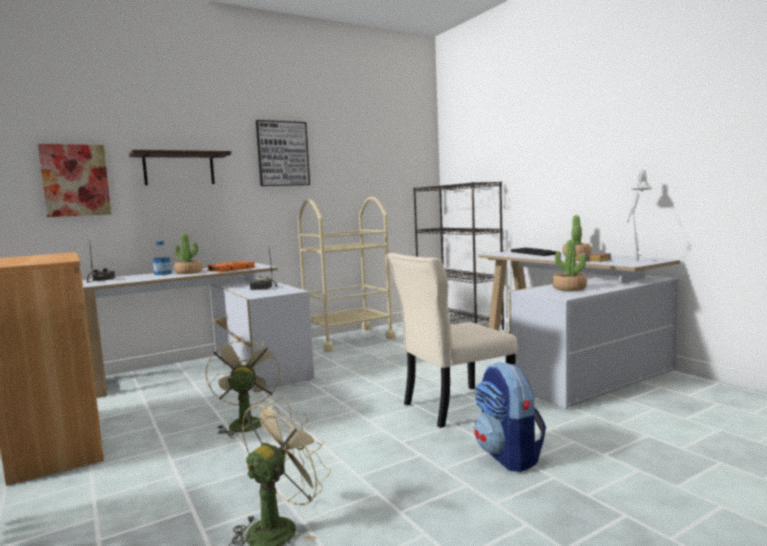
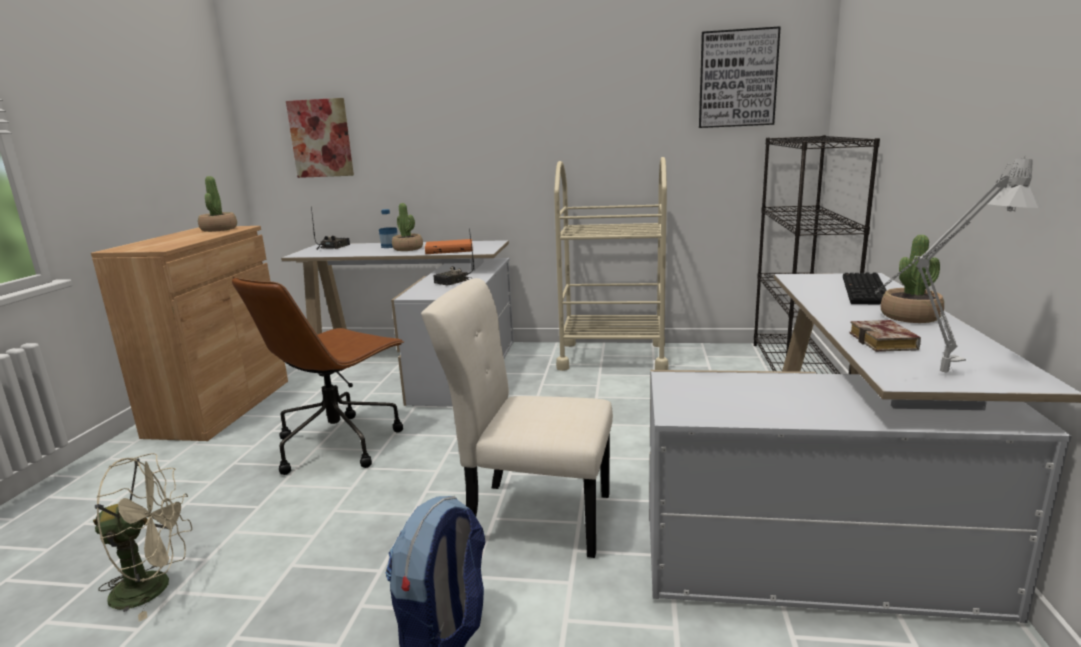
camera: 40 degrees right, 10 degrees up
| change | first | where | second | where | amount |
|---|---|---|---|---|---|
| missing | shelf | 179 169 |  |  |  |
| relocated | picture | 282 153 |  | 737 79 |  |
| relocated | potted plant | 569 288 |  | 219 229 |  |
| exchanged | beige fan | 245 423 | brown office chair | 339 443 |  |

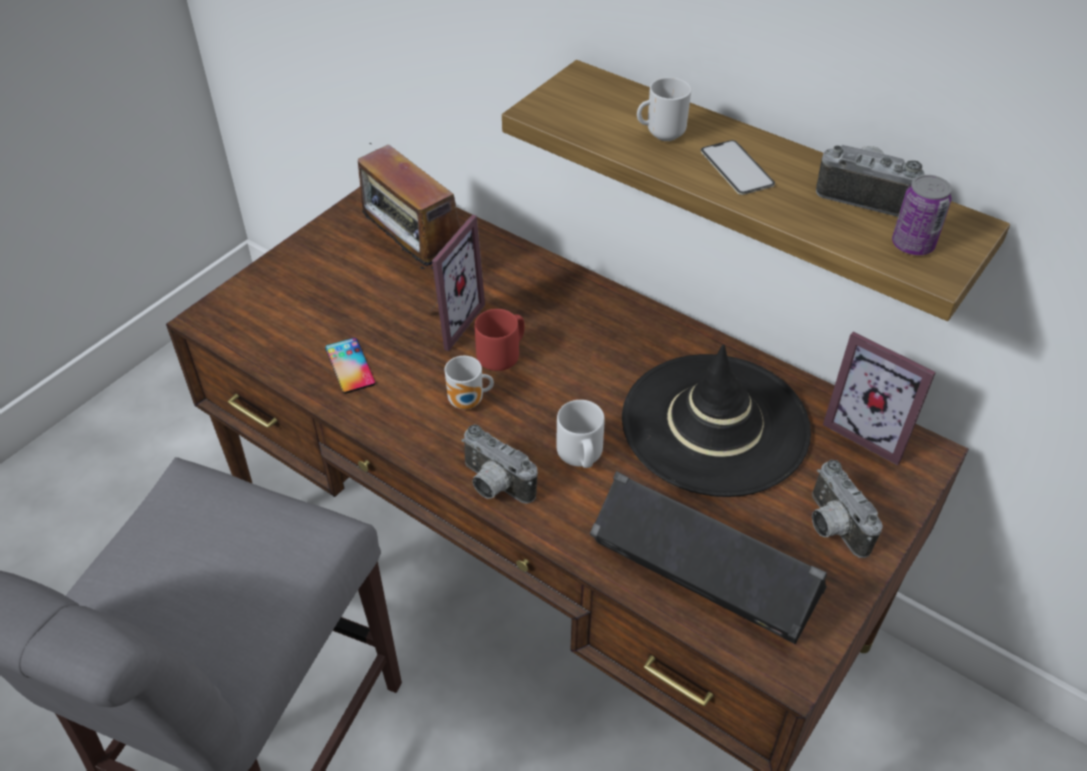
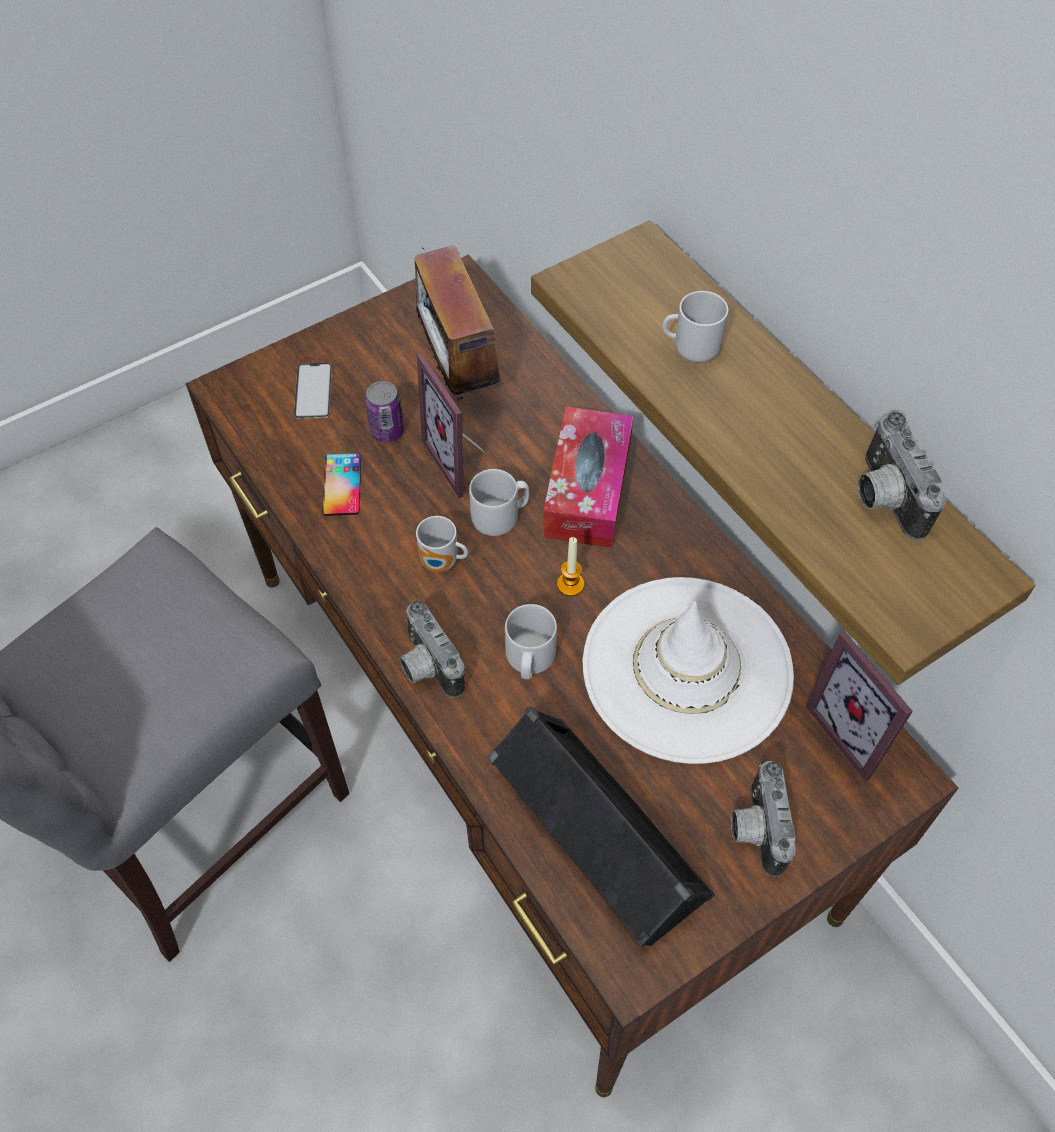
camera: 20 degrees right, 10 degrees up
| change | first | where | second | where | amount |
|---|---|---|---|---|---|
| appeared |  |  | tissue box | 587 489 |  |
| appeared |  |  | candle | 570 584 |  |
| relocated | phone | 736 168 |  | 313 391 |  |
| relocated | can | 912 245 |  | 387 431 |  |
| colour | red mug | 502 354 | grey mug | 500 516 |  |
| colour | black hat | 715 424 | white hat | 687 669 |  |
| spun | picture frame | 448 321 |  | 461 460 | 105 degrees clockwise |
| spun | photo camera | 866 195 |  | 882 498 | 150 degrees counterclockwise |

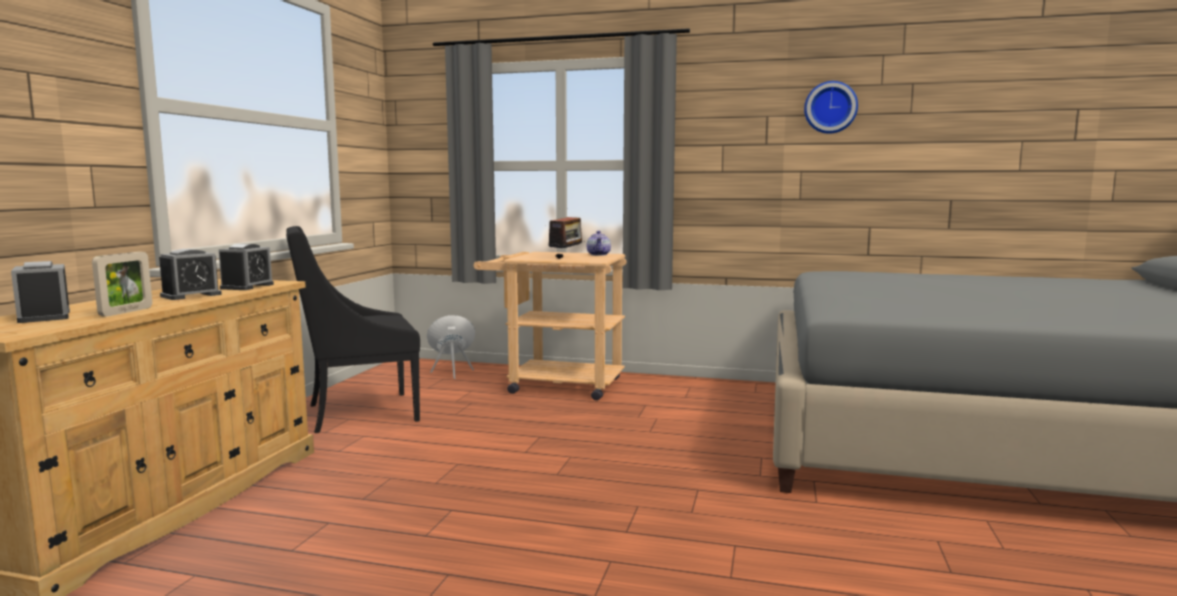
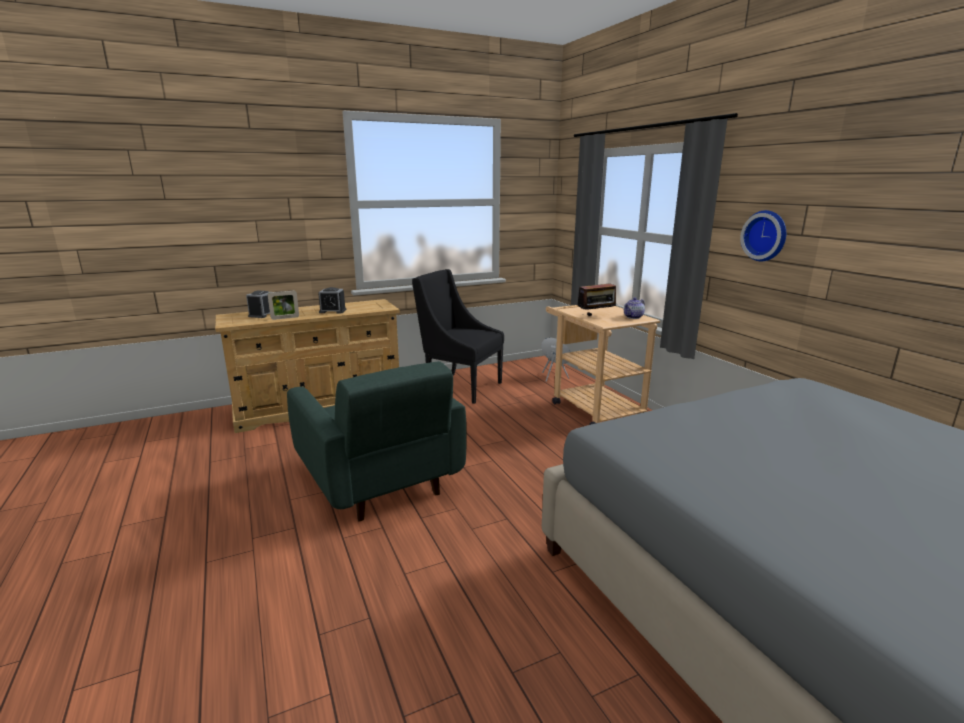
camera: 50 degrees right, 10 degrees up
| change | first | where | second | where | amount |
|---|---|---|---|---|---|
| missing | alarm clock | 247 286 |  |  |  |
| appeared |  |  | green armchair | 379 481 |  |
| relocated | wall clock | 830 107 |  | 766 236 |  |

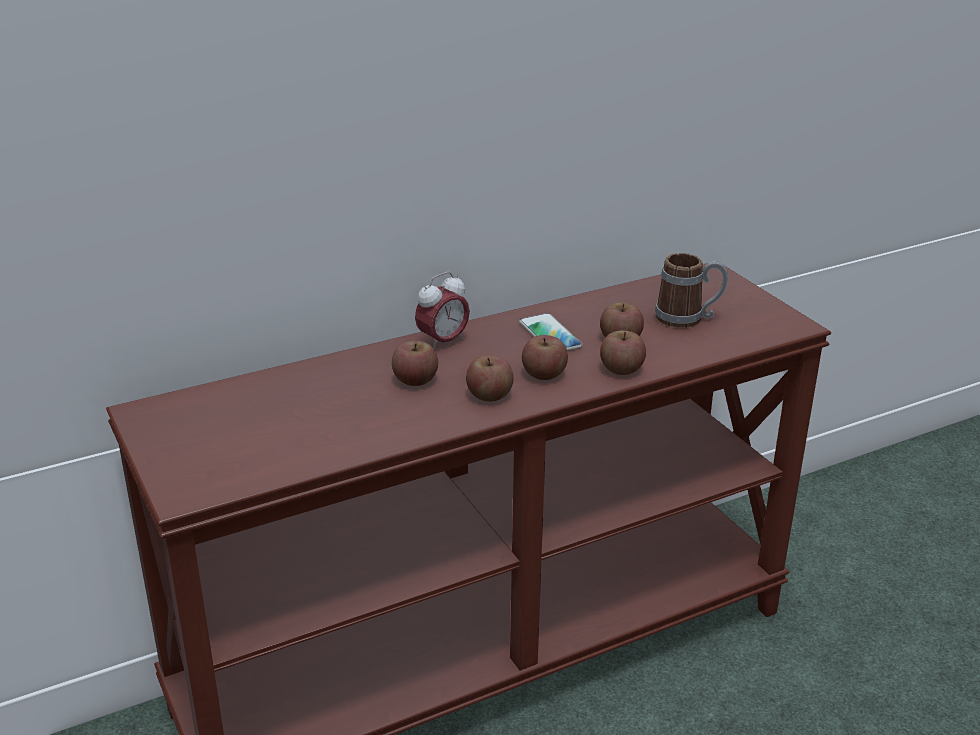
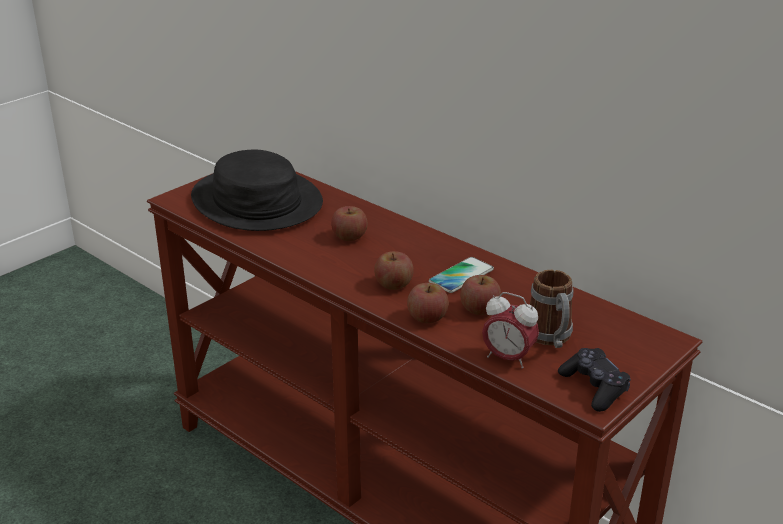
camera: 70 degrees right, 0 degrees up
| change | first | where | second | where | amount |
|---|---|---|---|---|---|
| missing | apple | 489 395 |  |  |  |
| appeared |  |  | black hat | 256 202 |  |
| appeared |  |  | black game controller | 594 387 |  |
| relocated | alarm clock | 443 342 |  | 508 358 |  |

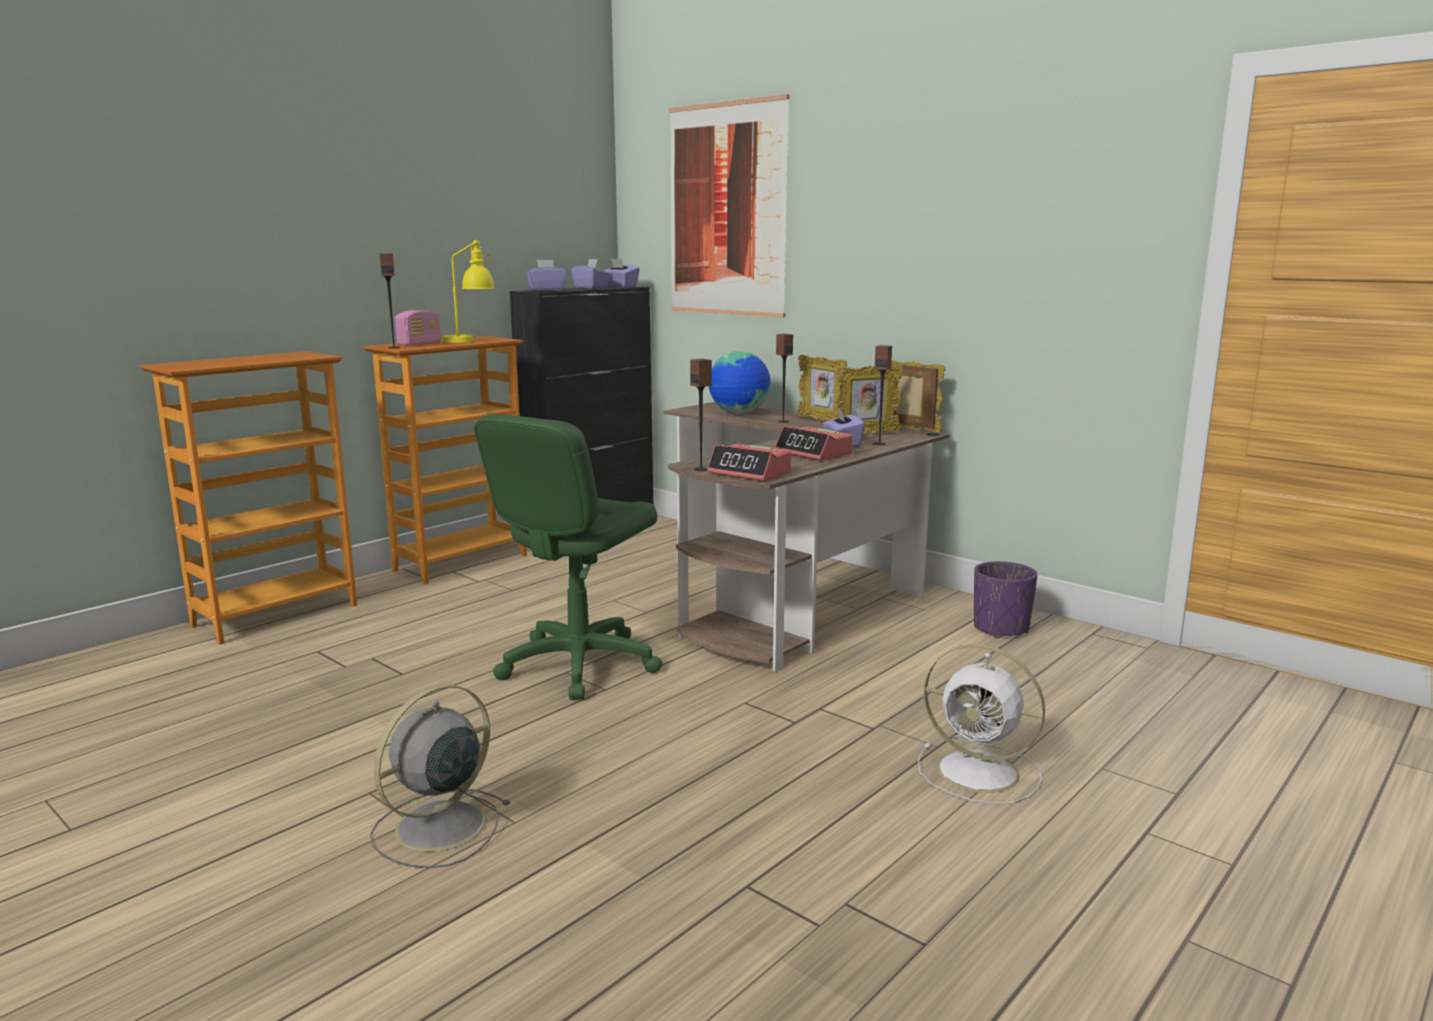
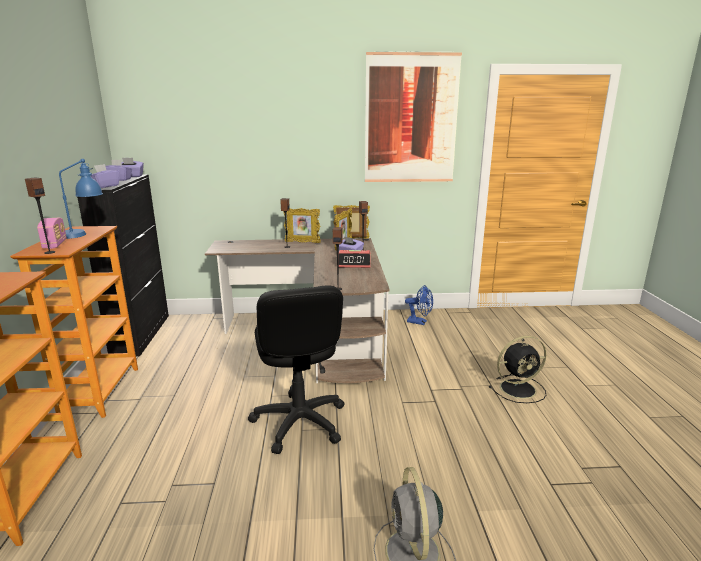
camera: 45 degrees left, 5 degrees up
| change | first | where | second | where | amount |
|---|---|---|---|---|---|
| missing | alarm clock | 750 473 |  |  |  |
| missing | globe | 739 413 |  |  |  |
| relocated | picture | 727 209 |  | 411 119 |  |
| exchanged | purple planter | 1001 628 | blue fan | 420 322 |  |
| colour | yellow table lamp | 470 341 | blue table lamp | 84 234 |  |
| colour | green office chair | 578 664 | black office chair | 299 422 |  |
| colour | white fan | 981 773 | black fan | 519 389 |  |

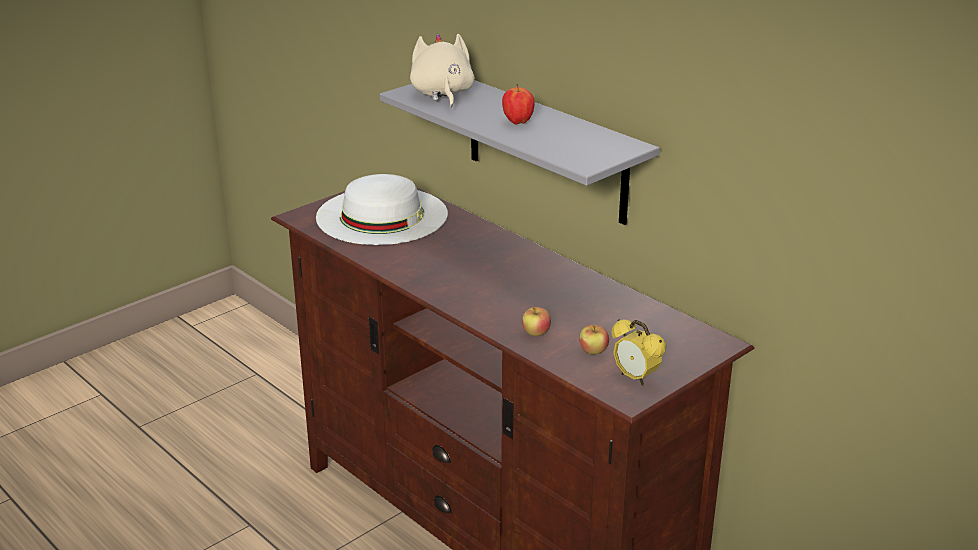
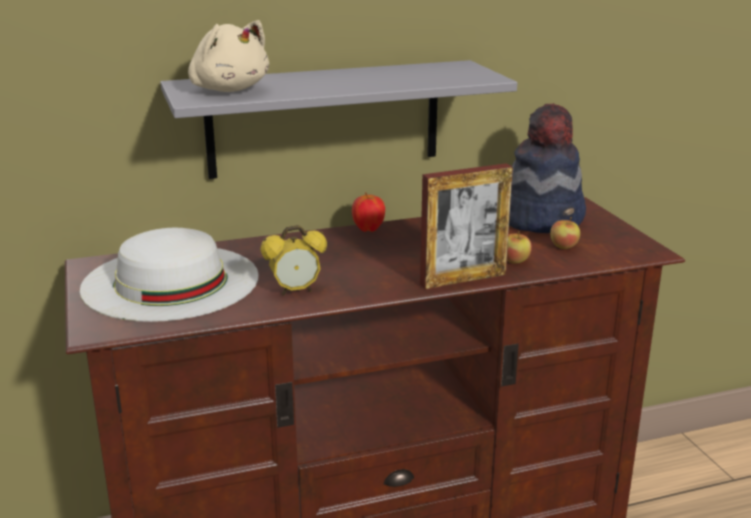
camera: 65 degrees left, 5 degrees down
| change | first | where | second | where | amount |
|---|---|---|---|---|---|
| appeared |  |  | picture frame | 463 279 |  |
| appeared |  |  | hat | 542 219 |  |
| relocated | apple | 518 122 |  | 368 229 |  |
| relocated | alarm clock | 635 378 |  | 295 291 |  |
| spun | beige plush toy | 442 94 |  | 228 89 | 150 degrees counterclockwise |

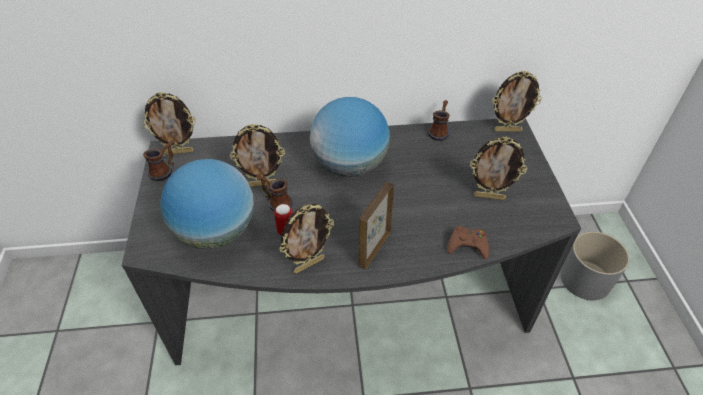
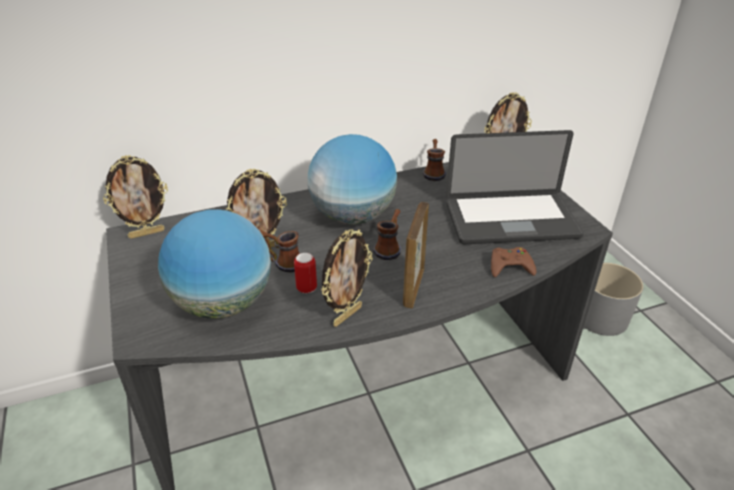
camera: 15 degrees left, 10 degrees down
| change | first | where | second | where | amount |
|---|---|---|---|---|---|
| relocated | mug | 165 170 |  | 390 248 |  |
| exchanged | picture frame | 489 196 | laptop | 511 220 |  |

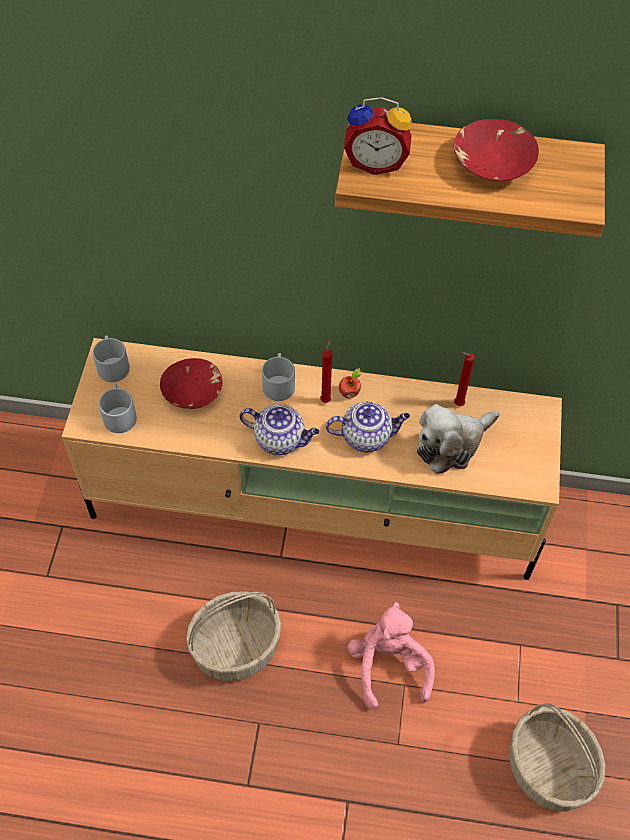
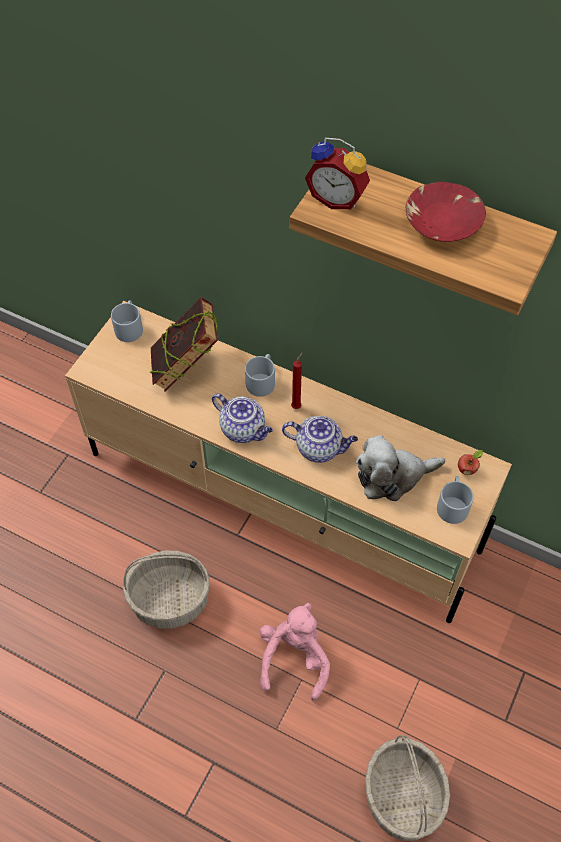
camera: 20 degrees right, 0 degrees up
| change | first | where | second | where | amount |
|---|---|---|---|---|---|
| missing | red candle | 457 404 |  |  |  |
| relocated | grey mug | 119 414 |  | 452 504 |  |
| relocated | apple | 349 393 |  | 467 470 |  |
| exchanged | red bowl | 193 391 | book | 186 368 |  |

